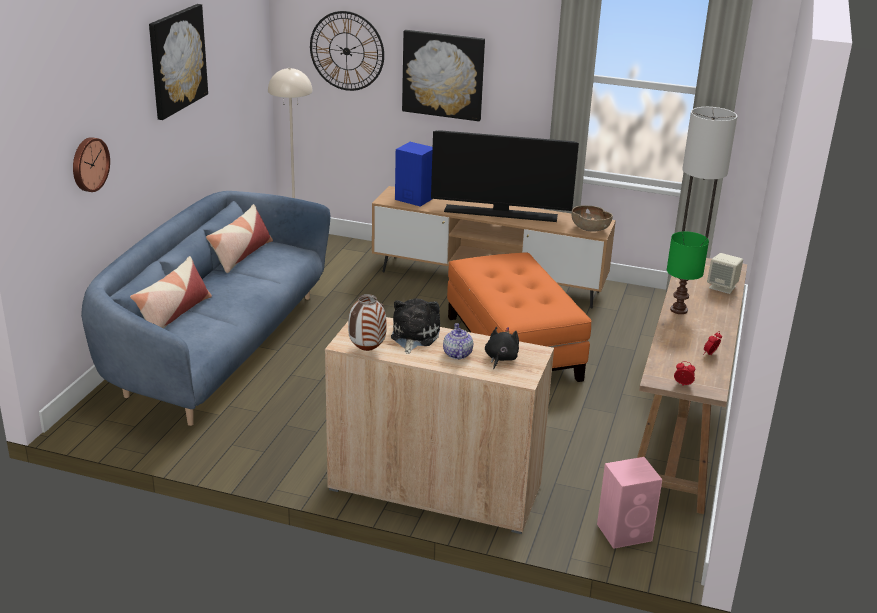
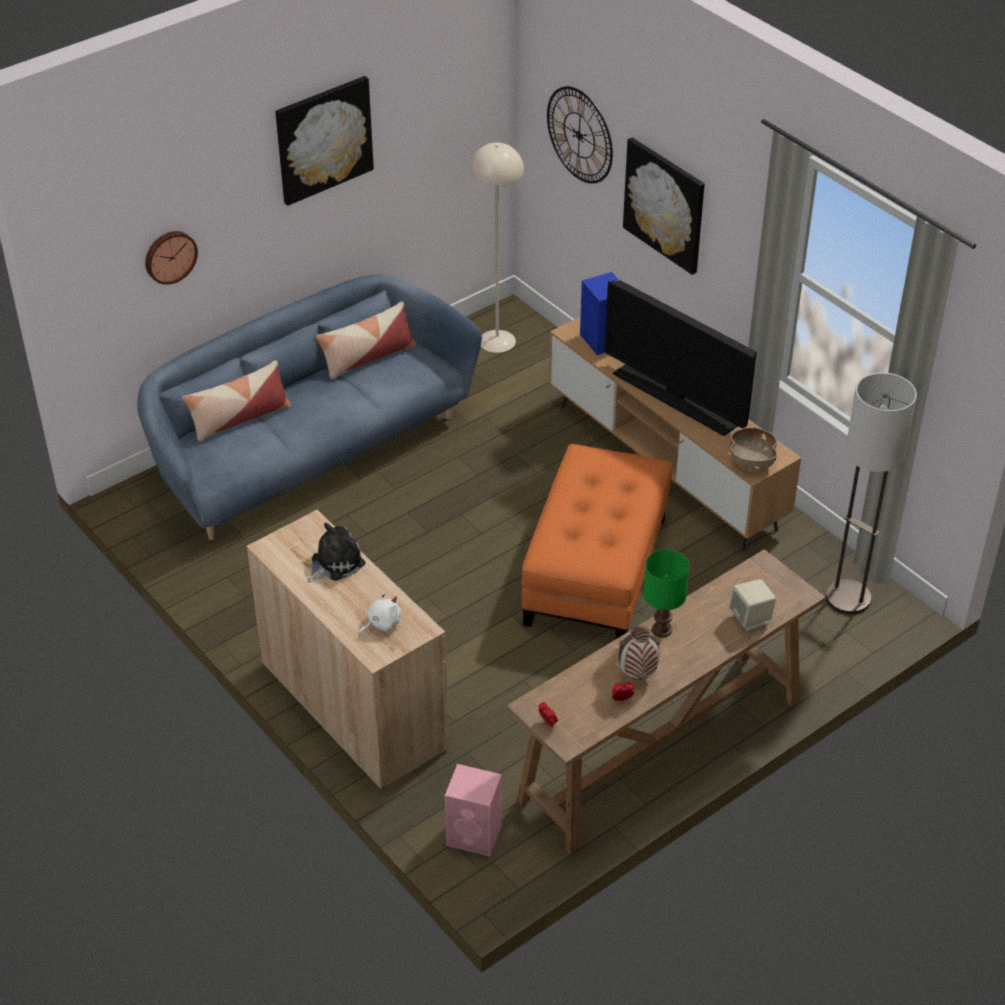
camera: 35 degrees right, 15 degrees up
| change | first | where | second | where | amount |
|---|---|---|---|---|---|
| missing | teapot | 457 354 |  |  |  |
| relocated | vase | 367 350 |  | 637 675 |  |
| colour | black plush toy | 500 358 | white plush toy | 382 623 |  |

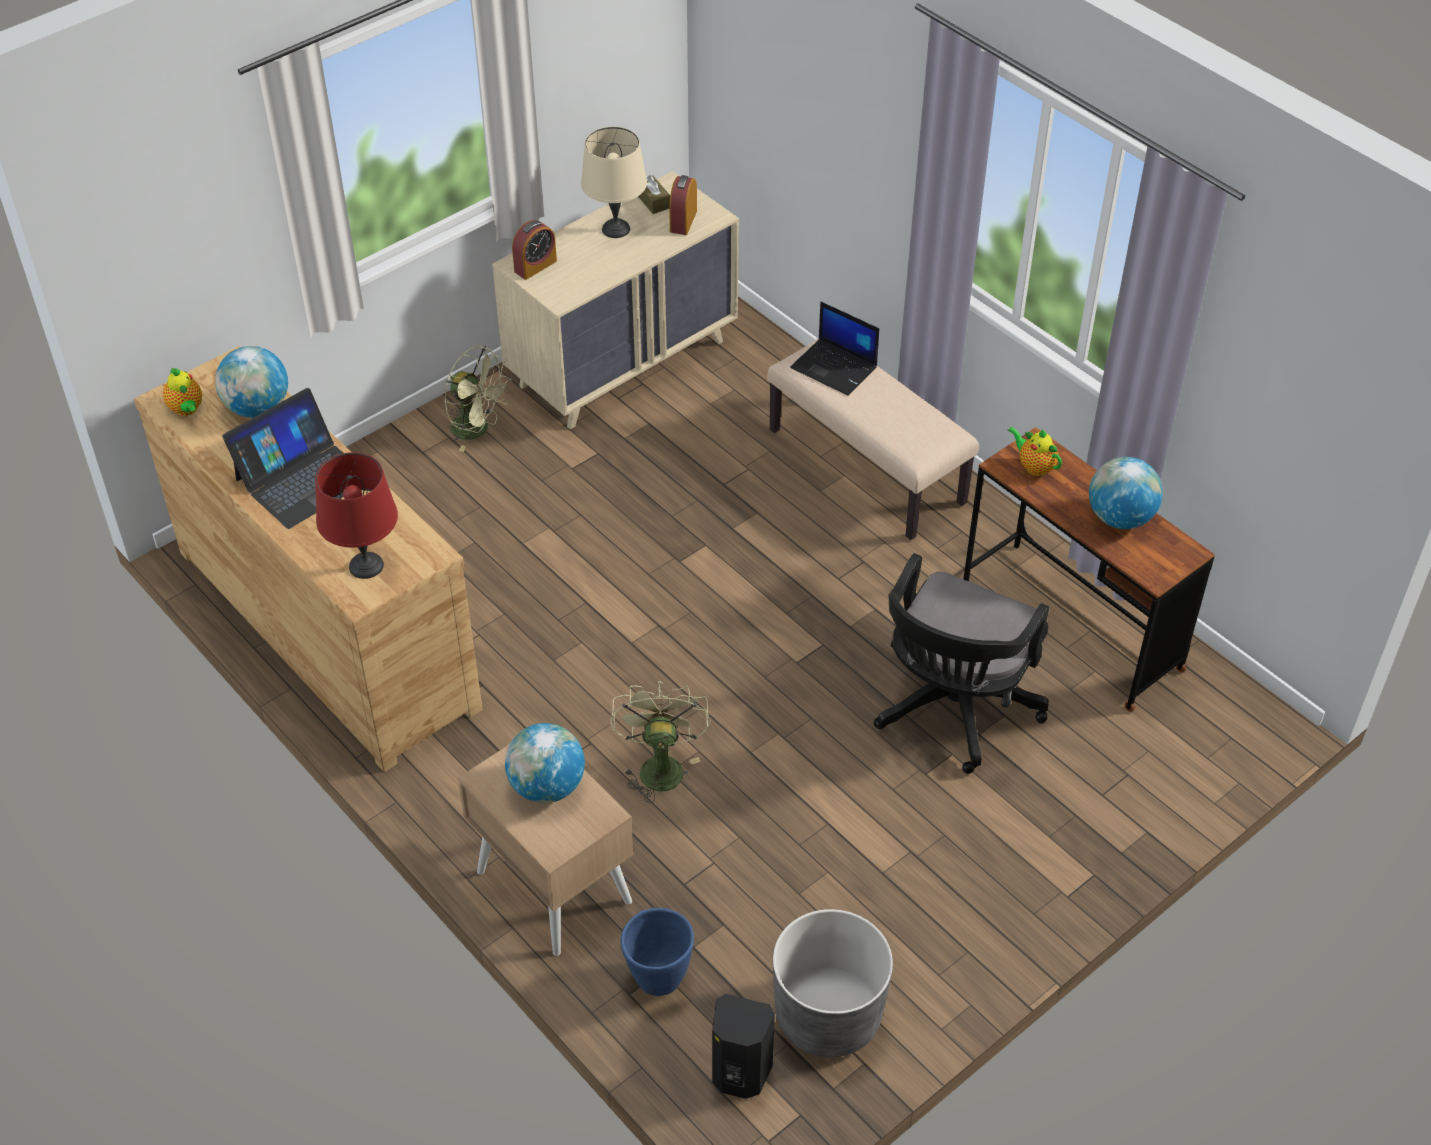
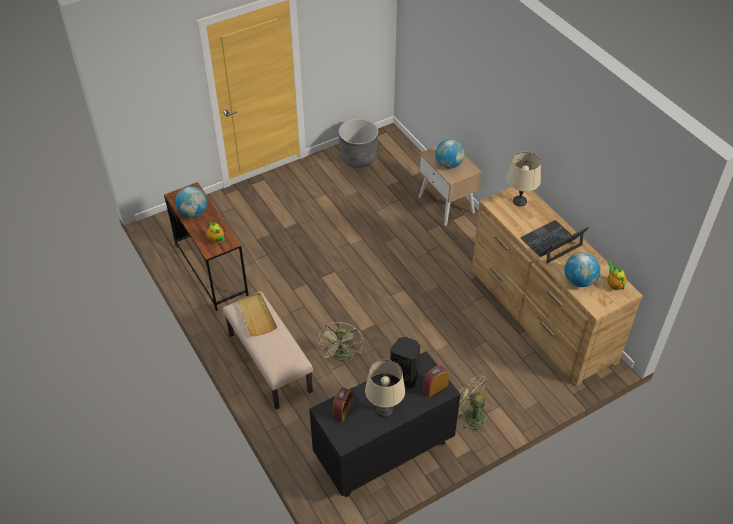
camera: 170 degrees left, 0 degrees up
| change | first | where | second | where | amount |
|---|---|---|---|---|---|
| missing | blue planter | 658 978 |  |  |  |
| missing | brown tissue box | 653 201 |  |  |  |
| missing | laptop | 835 368 |  |  |  |
| missing | black office chair | 952 710 |  |  |  |
| appeared |  |  | beige tray | 256 315 |  |
| relocated | green fan | 659 765 |  | 342 357 |  |
| relocated | black speaker | 739 1075 |  | 405 377 |  |
| colour | red table lamp | 366 565 | beige table lamp | 519 201 |  |
| colour | beige dresser | 623 362 | black dresser | 383 452 |  |

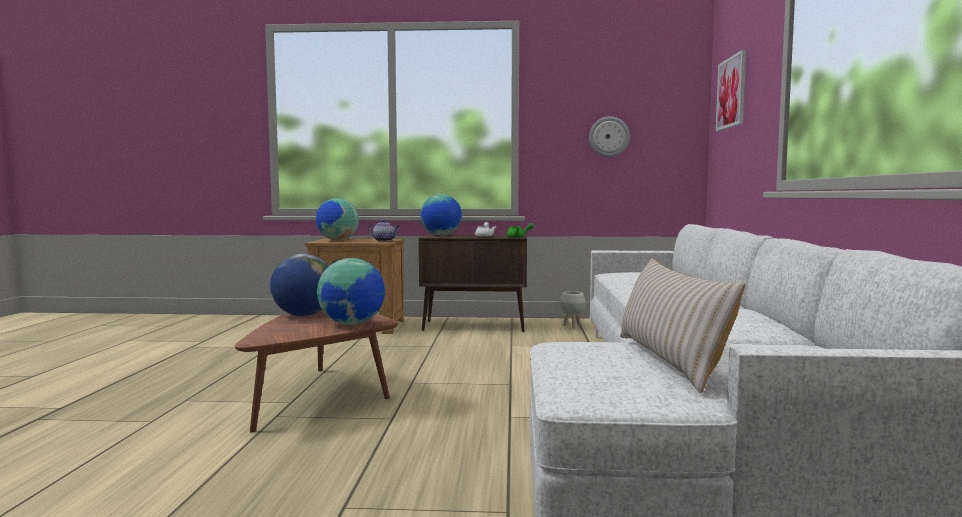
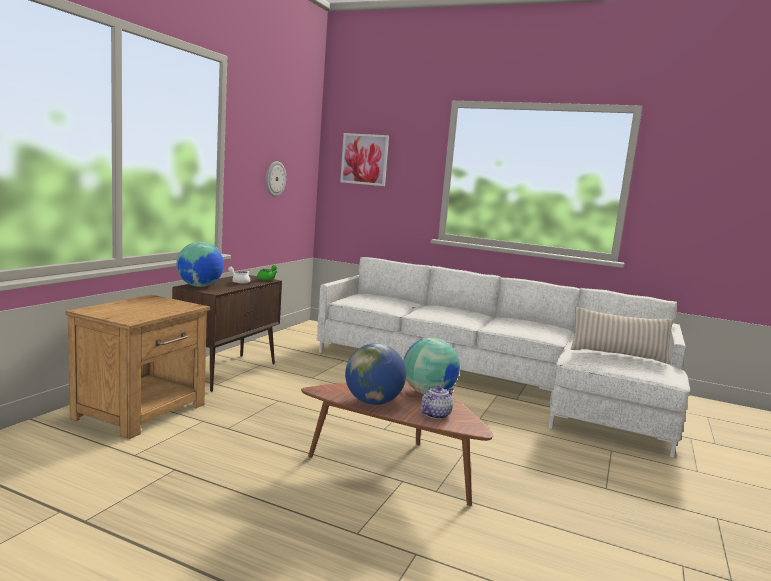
camera: 70 degrees left, 5 degrees up
| change | first | where | second | where | amount |
|---|---|---|---|---|---|
| missing | globe | 337 240 |  |  |  |
| missing | white planter | 572 326 |  |  |  |
| relocated | teapot | 384 240 |  | 436 414 |  |

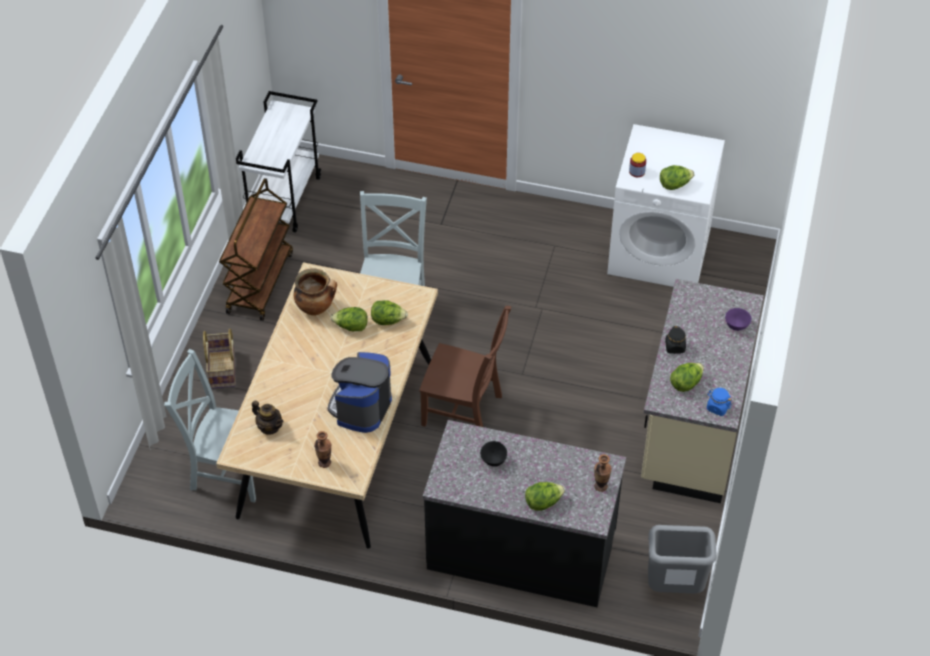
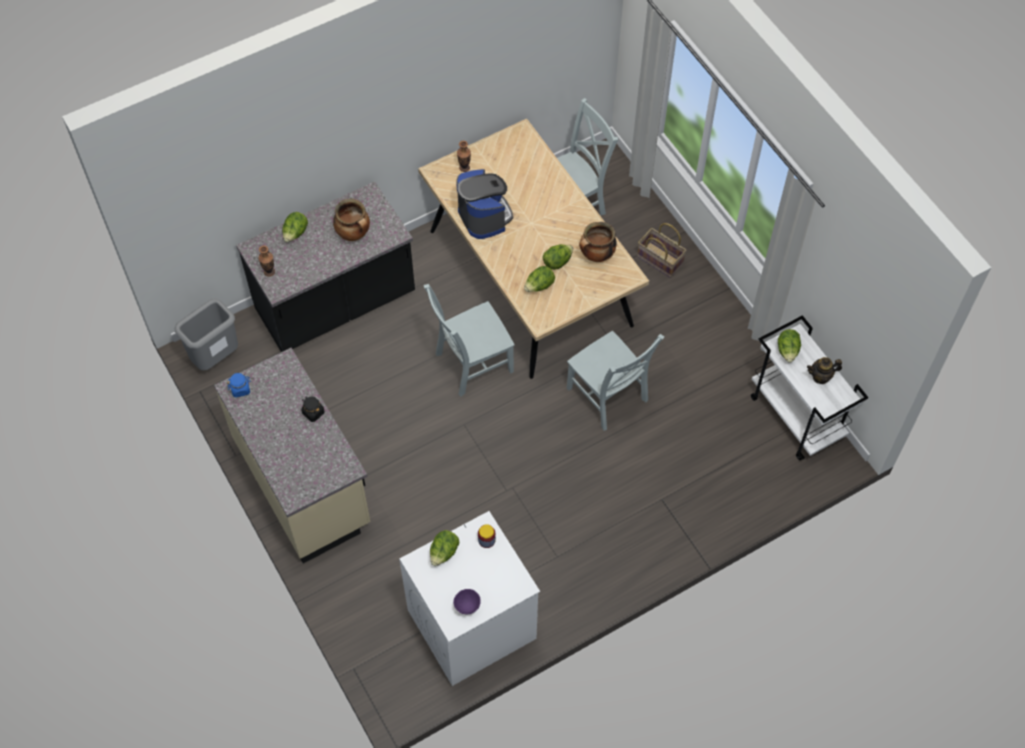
camera: 135 degrees right, 10 degrees up
| change | first | where | second | where | amount |
|---|---|---|---|---|---|
| missing | brown cart | 259 282 |  |  |  |
| relocated | teapot | 269 427 |  | 821 377 |  |
| relocated | lettuce | 686 383 |  | 787 351 |  |
| relocated | purple bowl | 736 326 |  | 467 607 |  |
| exchanged | black bowl | 493 461 | cooking pot | 354 234 |  |
| colour | brown chair | 465 412 | grey chair | 471 364 |  |

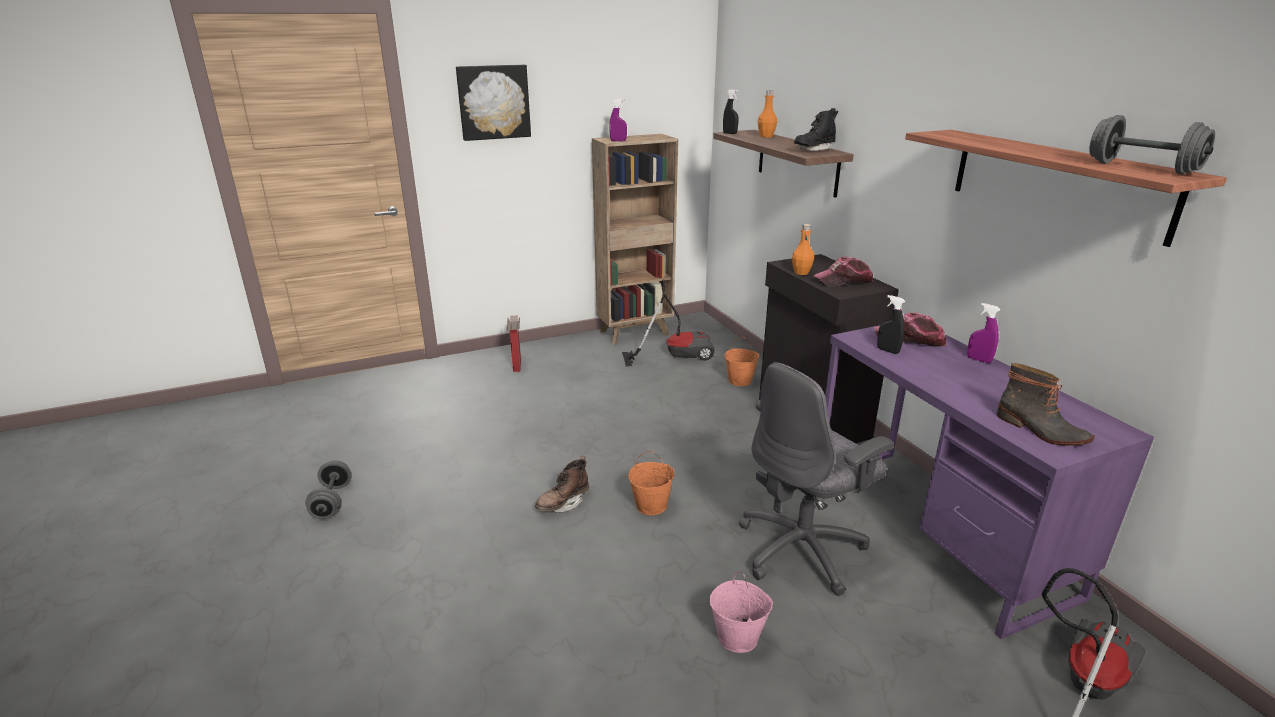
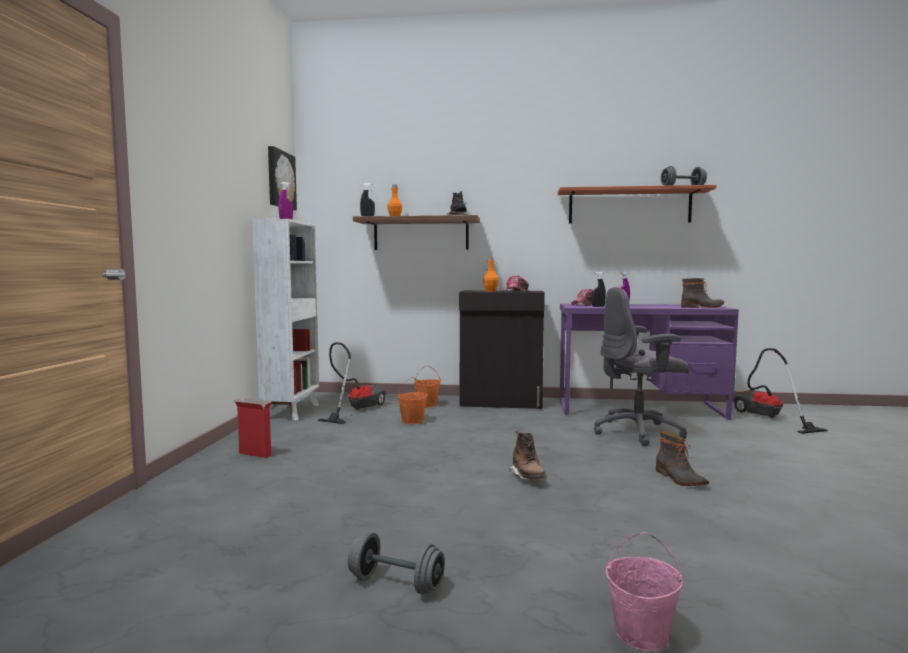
camera: 60 degrees left, 20 degrees down
| change | first | where | second | where | amount |
|---|---|---|---|---|---|
| appeared |  |  | boot | 679 479 |  |
| relocated | picture | 493 102 |  | 280 179 |  |
| relocated | orange bucket | 652 505 |  | 412 421 |  |
| relocated | pink bucket | 738 637 |  | 642 633 |  |
| colour | brown bookcase | 635 333 | white bookcase | 292 411 |  |
| spun | grey office chair | 803 549 |  | 639 432 | 90 degrees clockwise |

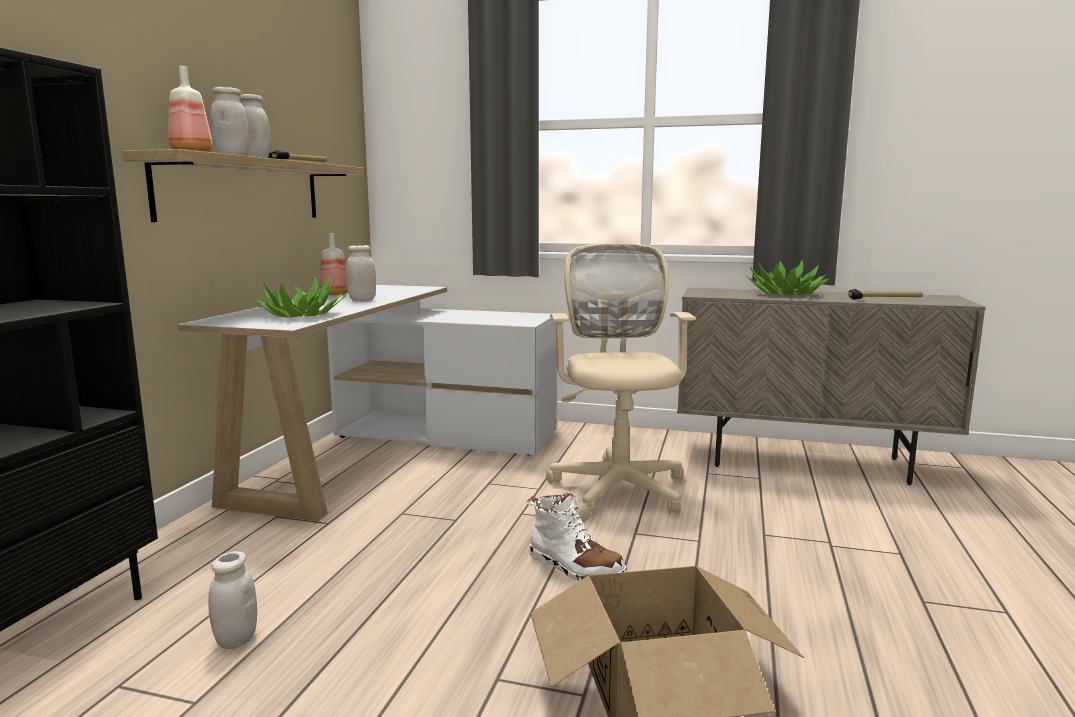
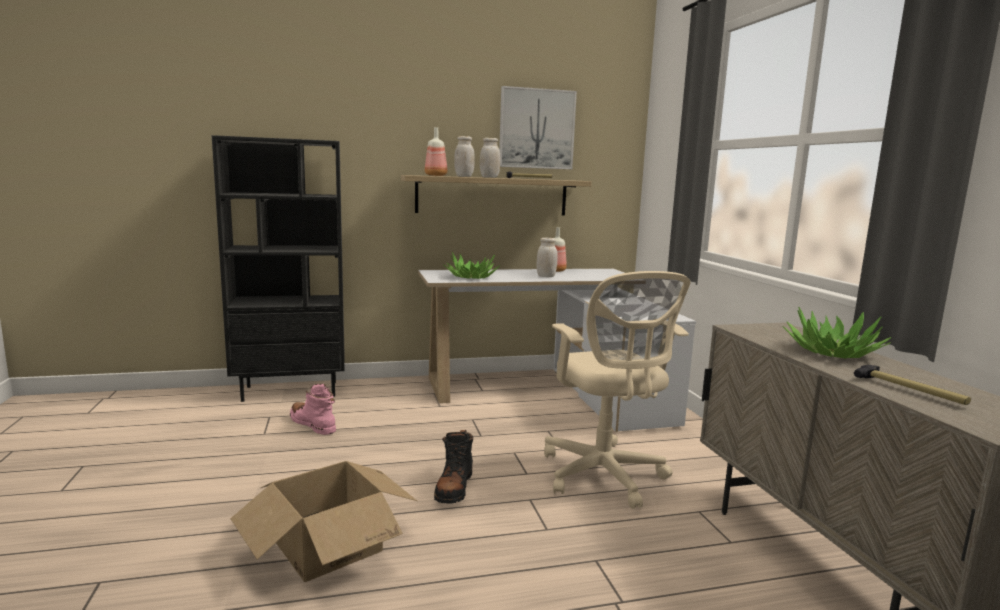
camera: 60 degrees right, 0 degrees up
| change | first | where | second | where | amount |
|---|---|---|---|---|---|
| appeared |  |  | picture | 536 129 |  |
| exchanged | white jar | 236 639 | pink boot | 313 424 |  |
| colour | white boot | 575 567 | black boot | 454 488 |  |
| spun | beige office chair | 618 487 |  | 604 476 | 105 degrees clockwise |

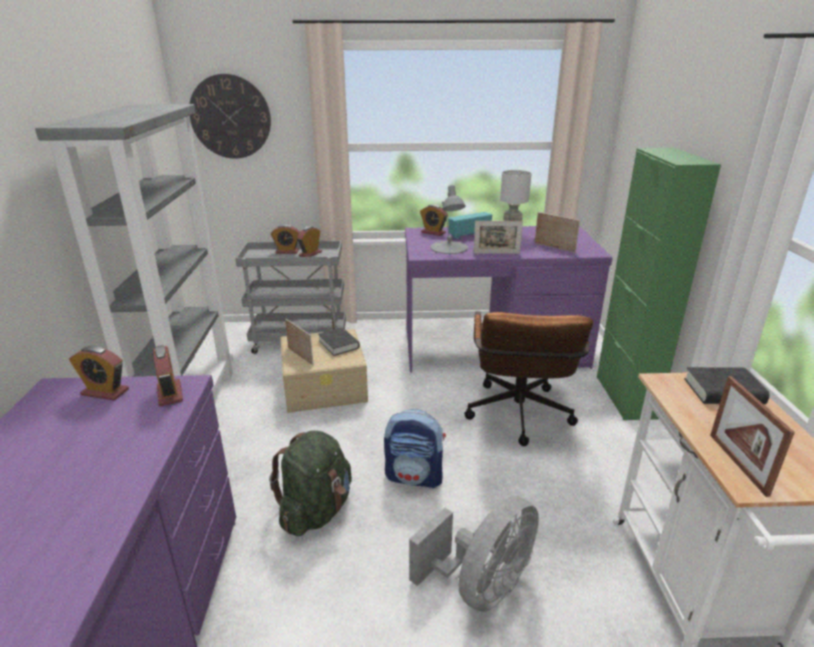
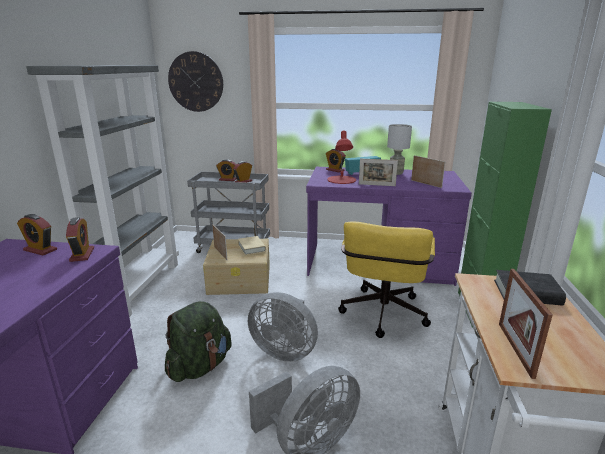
camera: 10 degrees right, 5 degrees down
| change | first | where | second | where | amount |
|---|---|---|---|---|---|
| exchanged | backpack | 415 477 | grey fan | 284 350 |  |
| colour | black book | 338 344 | beige book | 251 248 |  |
| colour | grey table lamp | 449 248 | red table lamp | 341 180 |  |
| colour | brown office chair | 518 418 | yellow office chair | 382 317 |  |

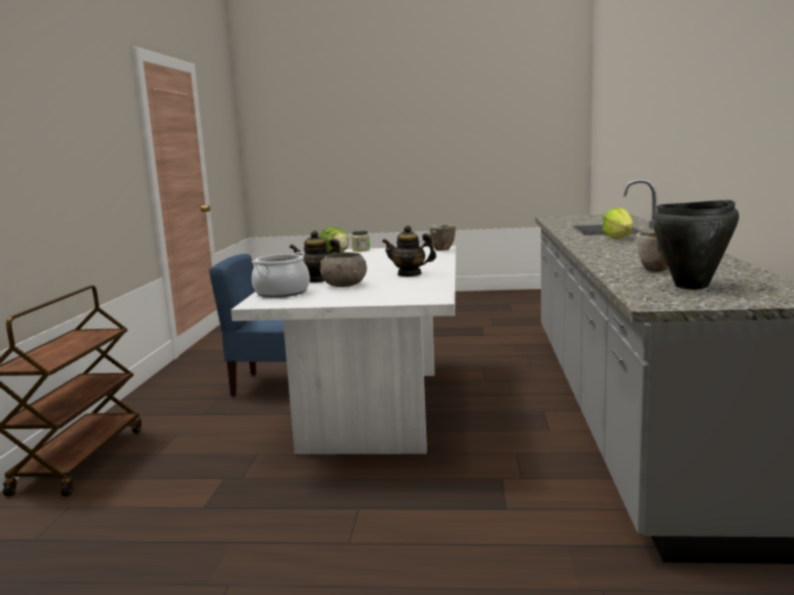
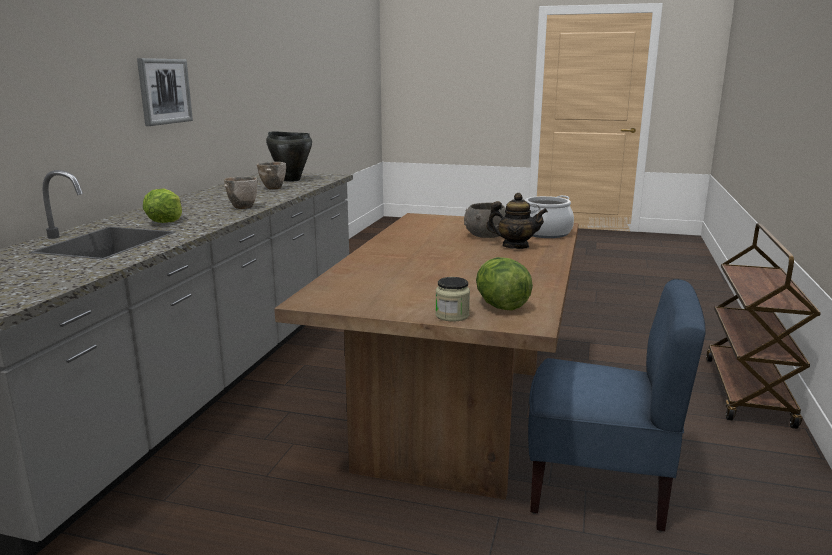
camera: 170 degrees left, 5 degrees up
| change | first | where | second | where | amount |
|---|---|---|---|---|---|
| missing | teapot | 409 274 |  |  |  |
| appeared |  |  | picture | 164 91 |  |
| relocated | bowl | 442 250 |  | 244 207 |  |
| colour | white dining table | 375 408 | brown dining table | 454 414 |  |

